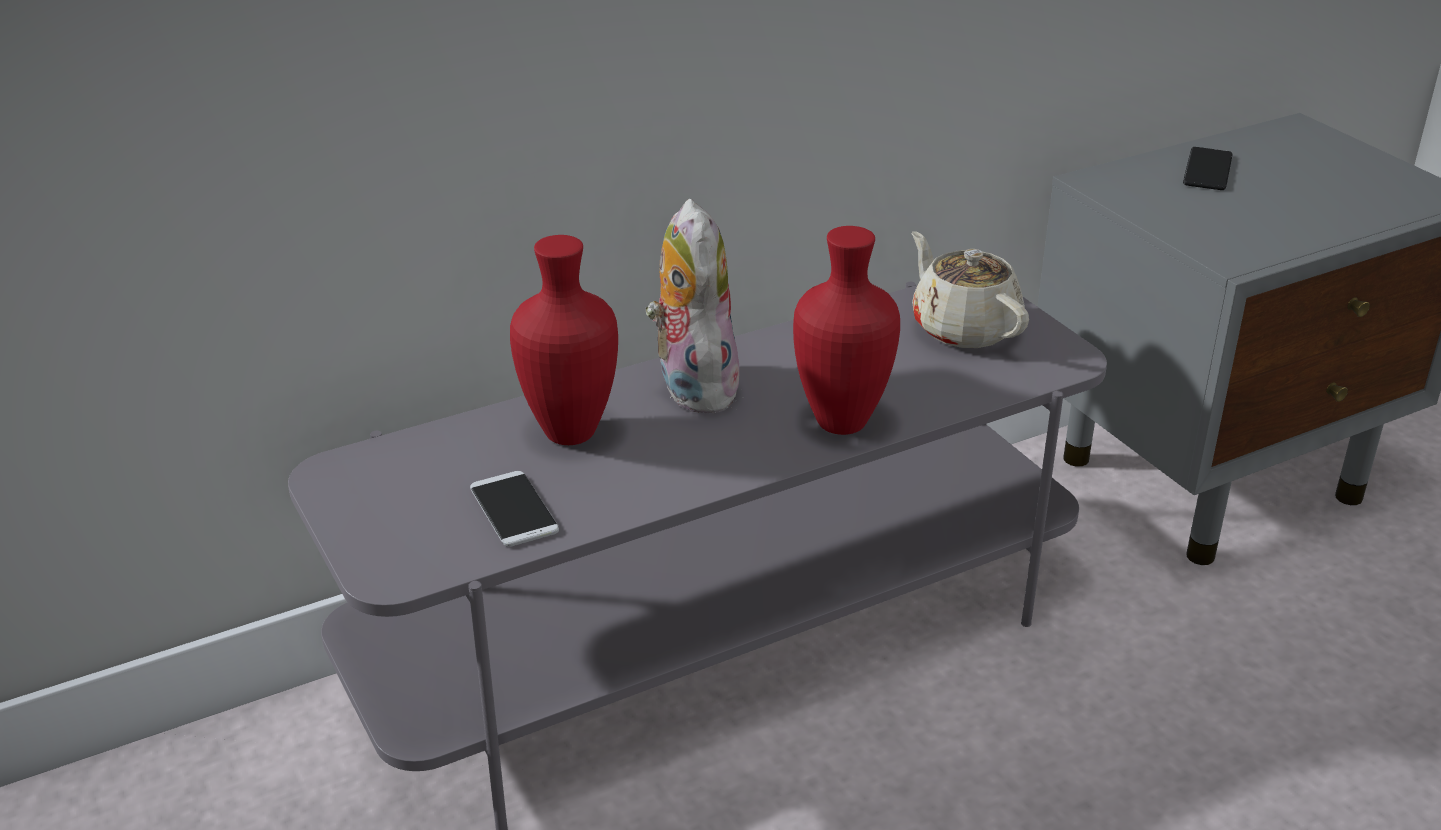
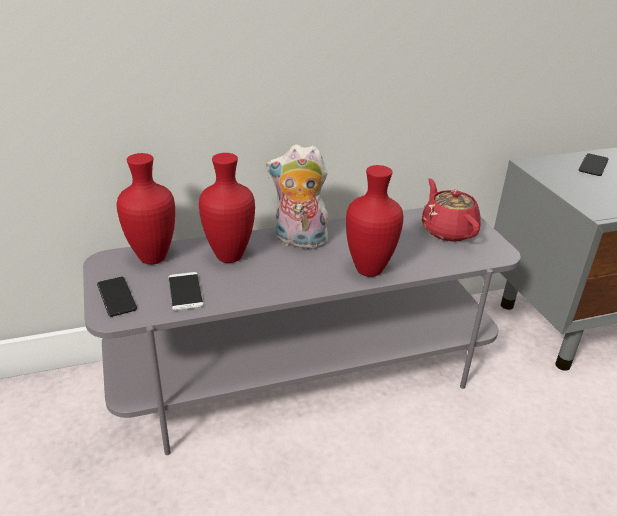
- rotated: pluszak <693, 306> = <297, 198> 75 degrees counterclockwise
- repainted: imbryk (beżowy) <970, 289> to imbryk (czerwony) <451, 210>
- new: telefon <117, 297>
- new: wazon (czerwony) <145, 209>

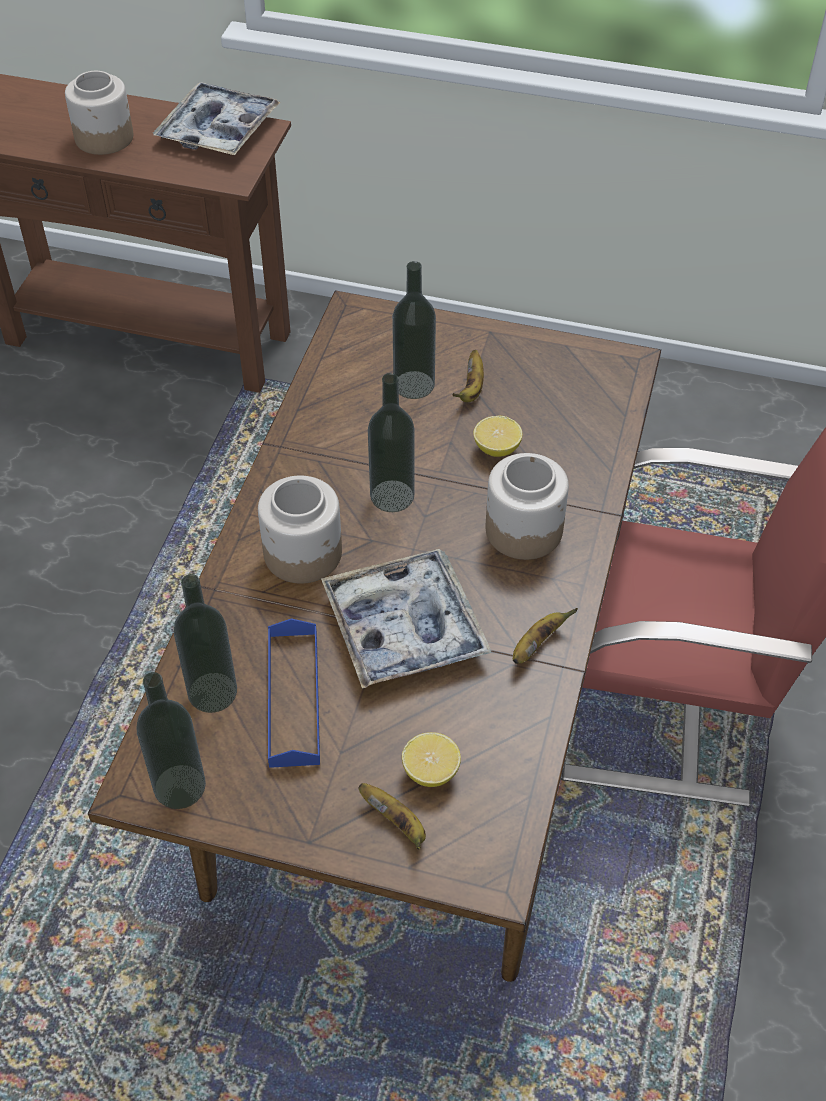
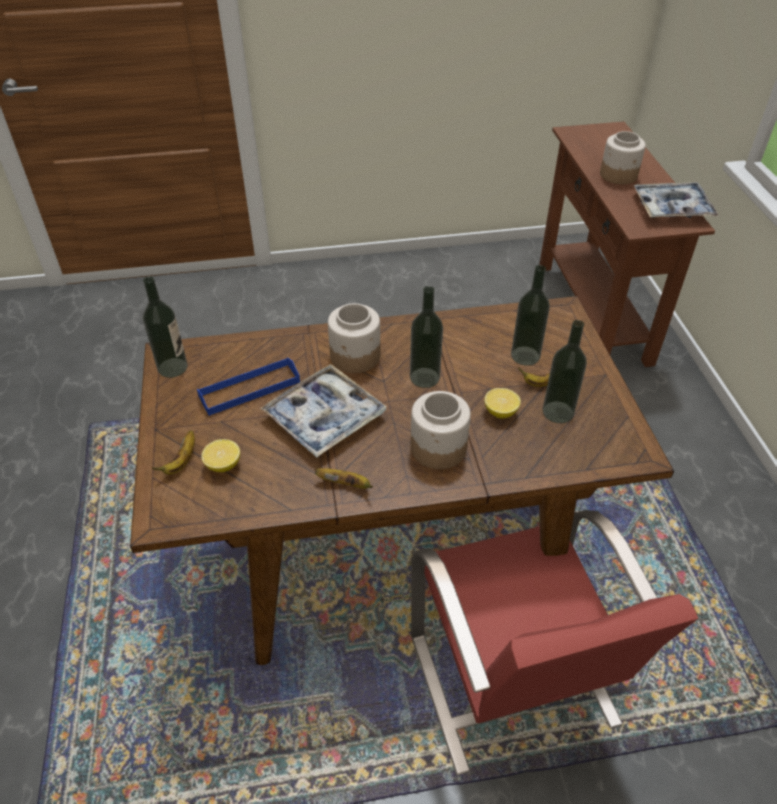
- shifted: butelka <205, 643> to <565, 371>

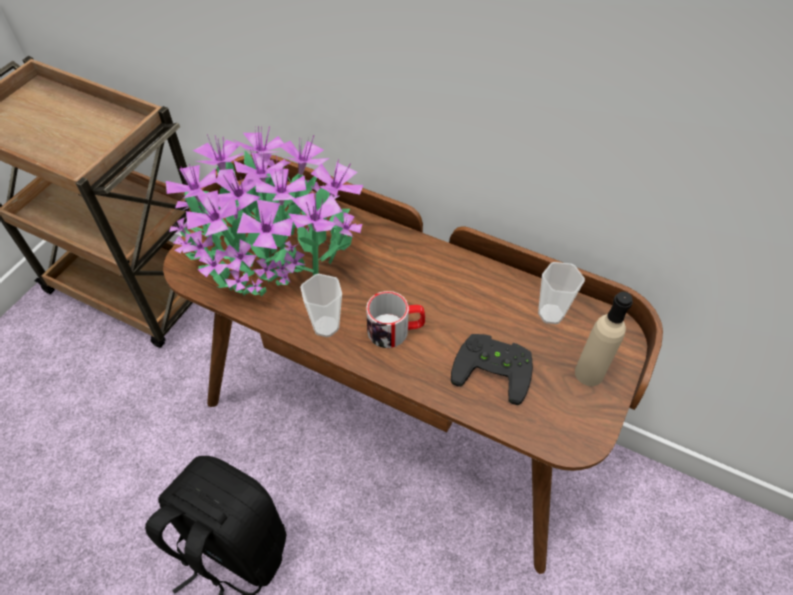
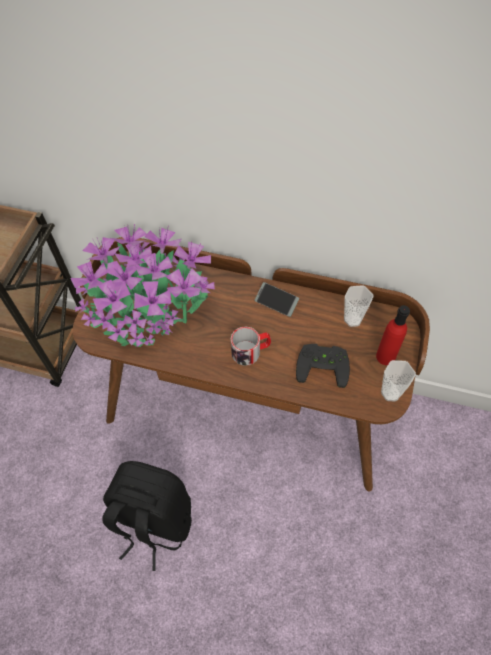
- shifted: filiżanka <321, 305> to <398, 380>
- repainted: butelka (beżowy) <604, 339> to butelka (czerwony) <393, 335>
- new: telefon <277, 299>

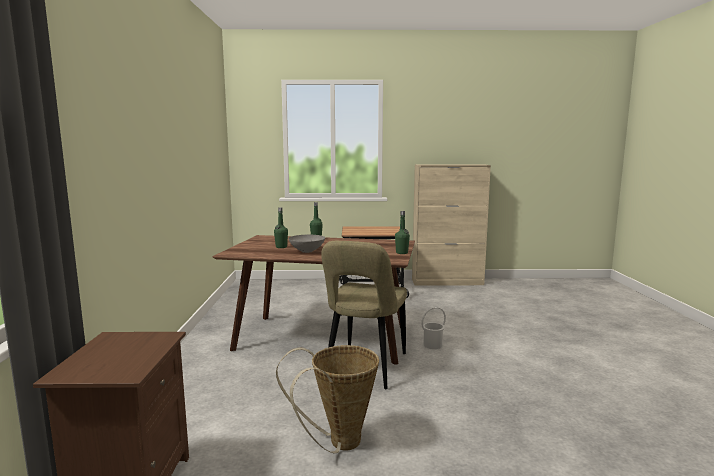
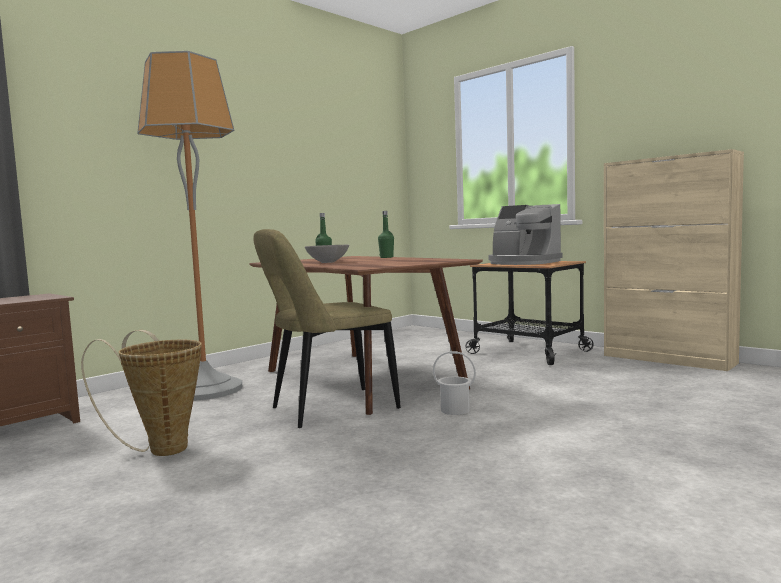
- gone: butelka (zielony) <402, 232>
- new: lampa stojąca <189, 226>
- new: ekspres do kawy <525, 234>

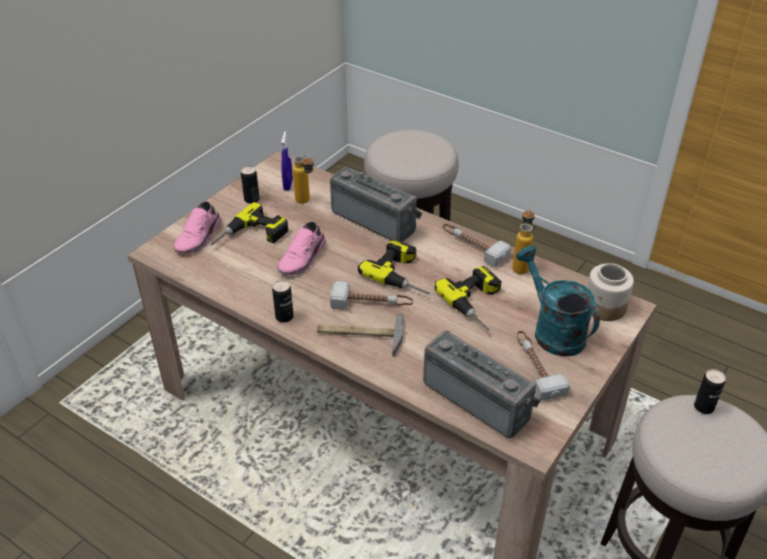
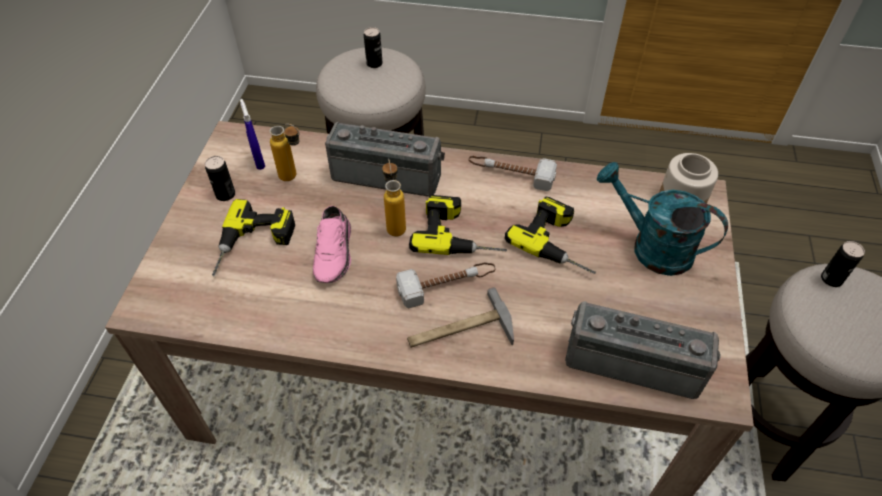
- gone: but (różowy) <197, 227>
- shifted: puszka <283, 301> to <373, 47>
- shifted: butelka <523, 240> to <394, 198>
- gone: młotek <543, 366>

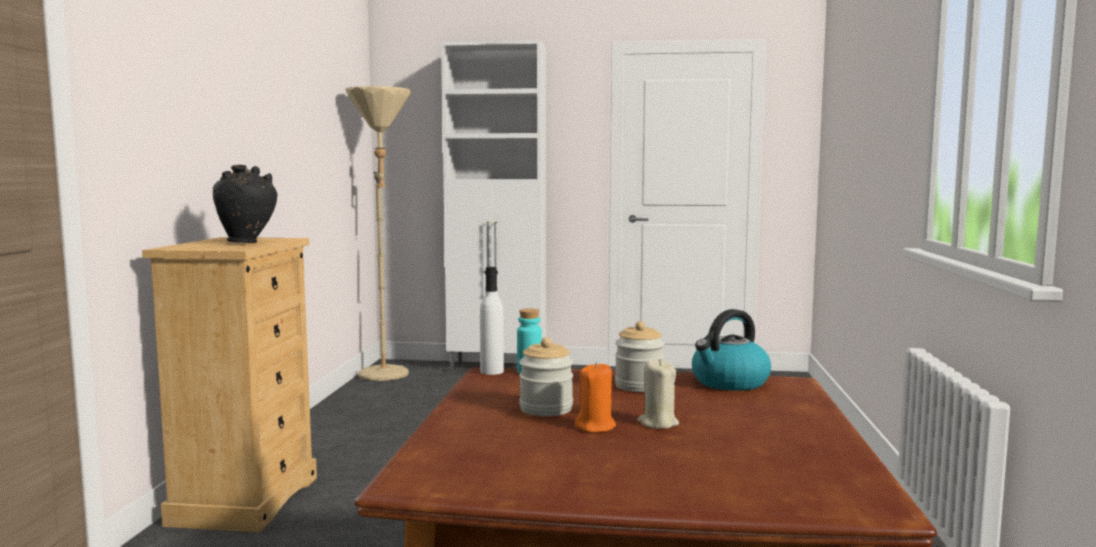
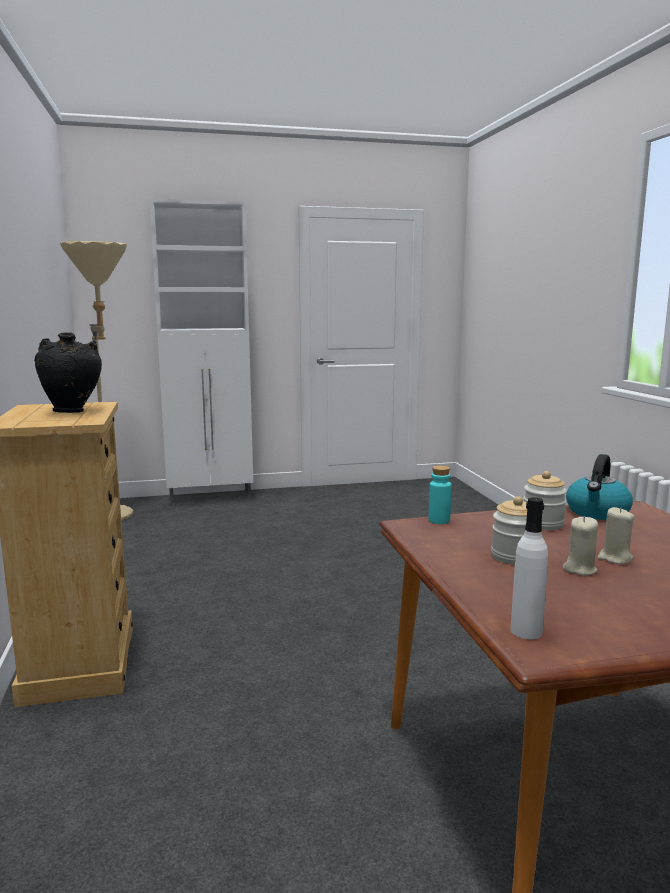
- shifted: butelka (biały) <492, 321> to <529, 568>
- repainted: świeca (pomarańczowy) <595, 397> to świeca (beżowy) <580, 546>

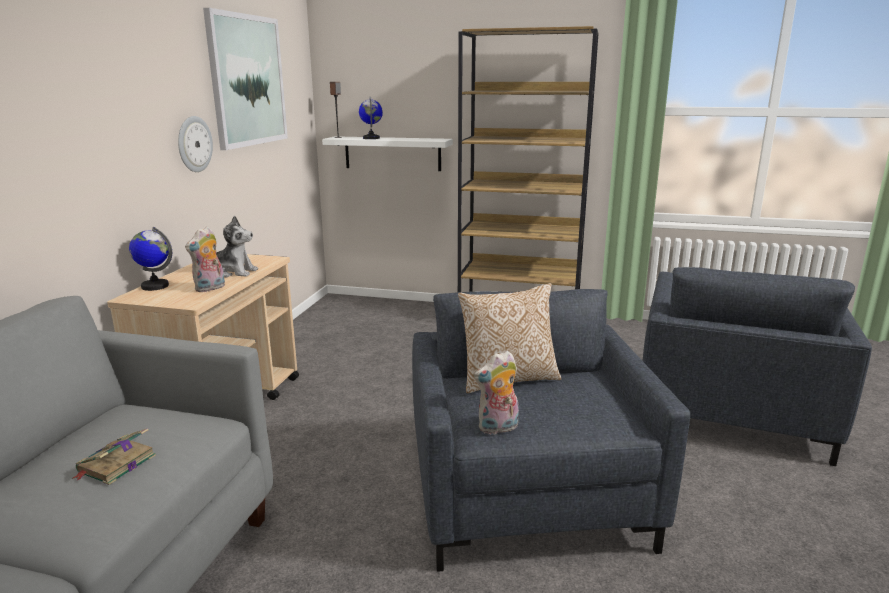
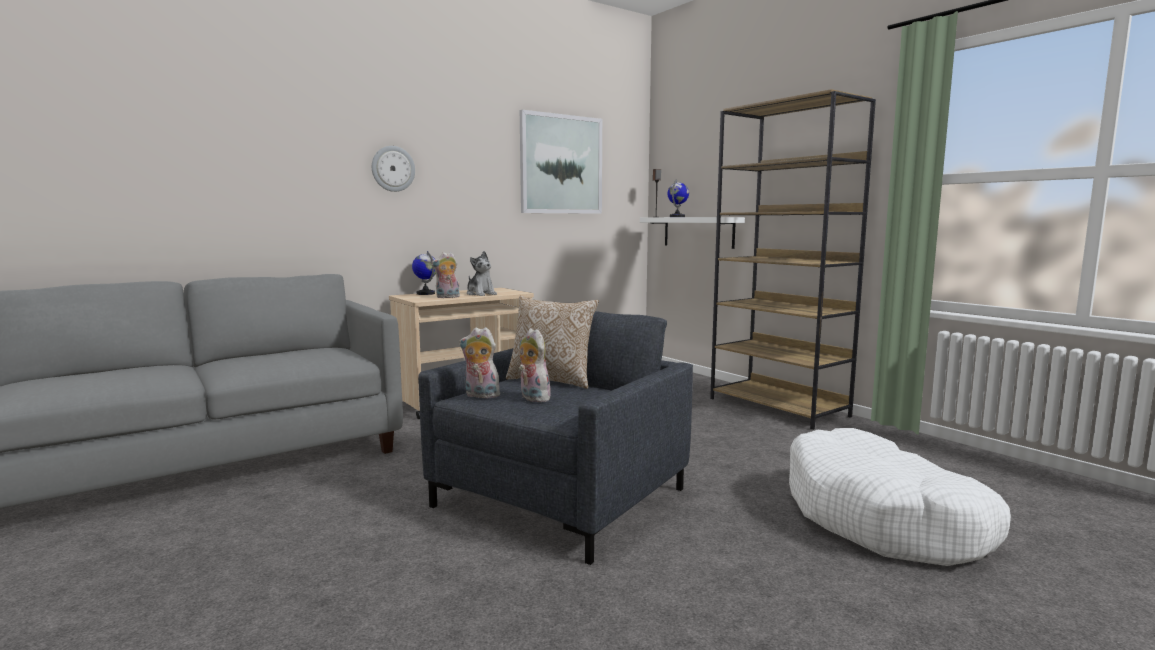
- gone: książka <114, 456>
- shifted: zegar ścienny <195, 144> to <393, 169>
- swapped: fotel (szary) <757, 366> to legowisko (biały) <900, 497>
- new: pluszak <535, 365>

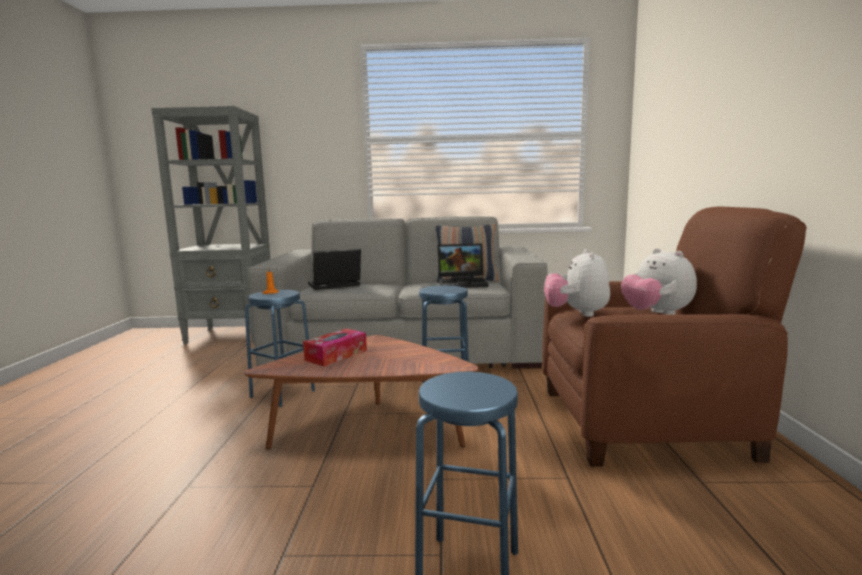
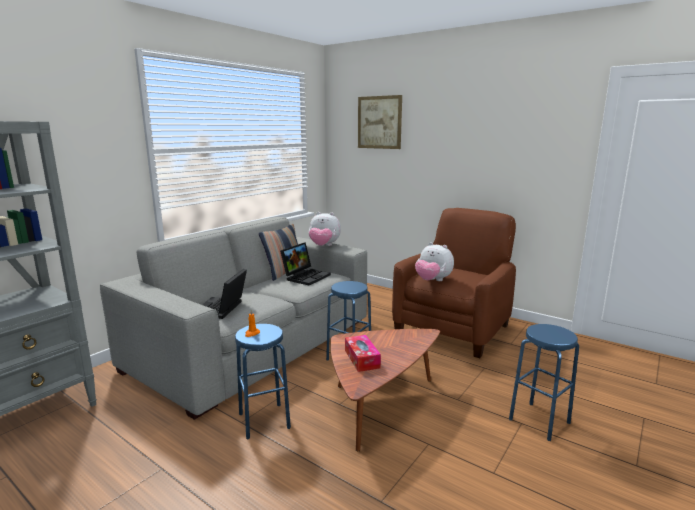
- shifted: pluszak <659, 281> to <325, 229>
- new: obraz <380, 122>

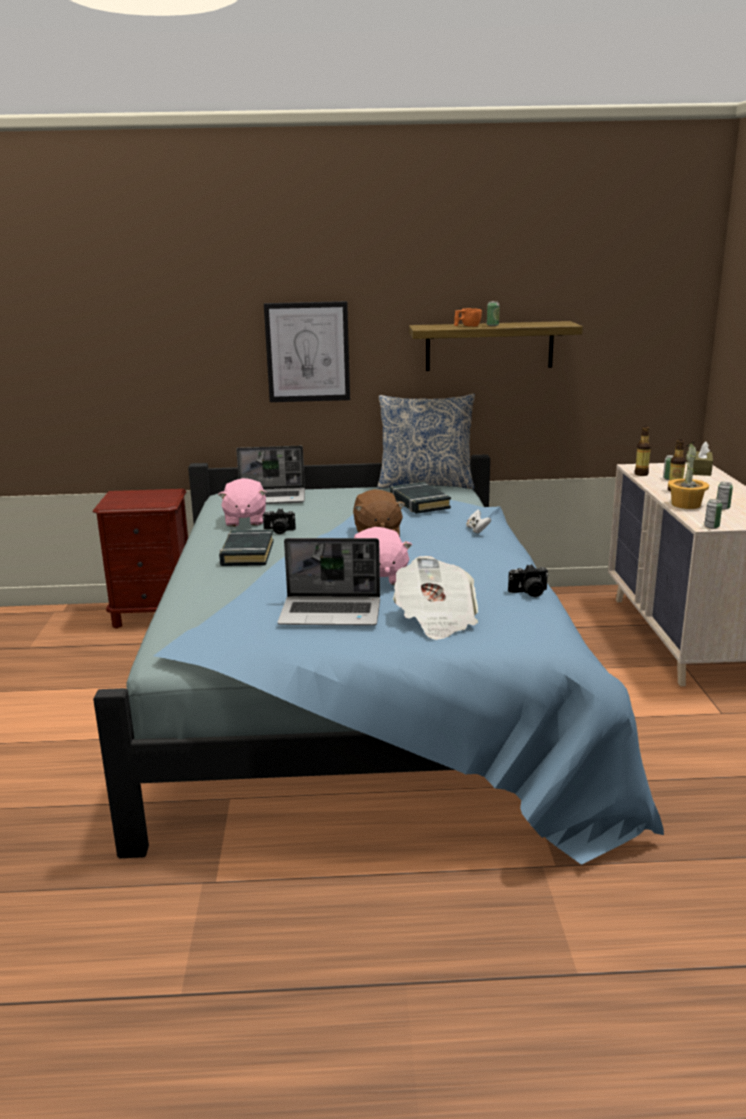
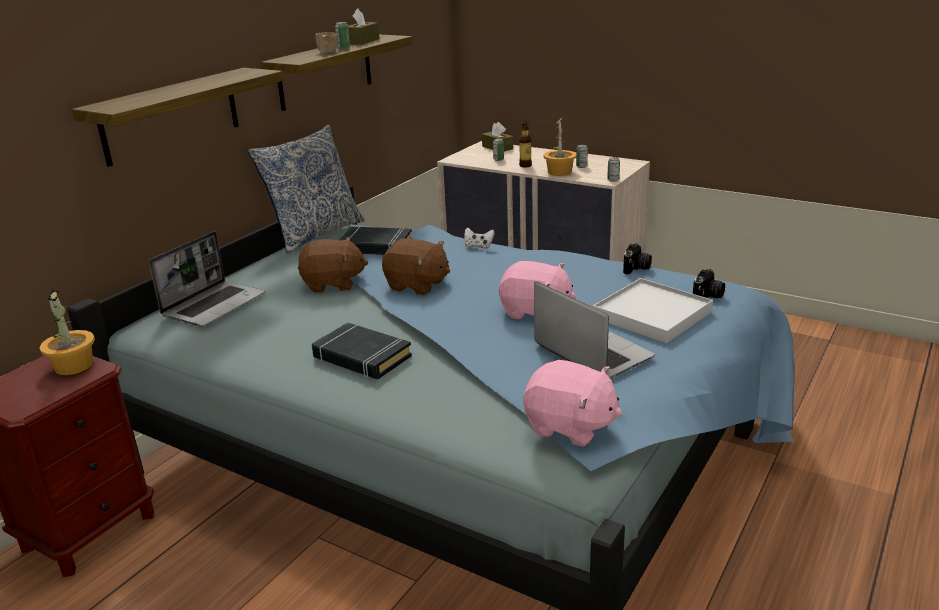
- shifted: pluszak (różowy) <242, 502> to <572, 403>
- shifted: aparat fotograficzny <279, 521> to <709, 283>
- swapped: obraz <307, 351> to półka <177, 117>
- rotated: laptop <329, 582> = <594, 330> 75 degrees counterclockwise
- swapped: gazeta <435, 598> to taca (biały) <653, 310>
- repainted: filiżanka (pomarańczowy) <468, 317> to filiżanka (beżowy) <327, 43>
- gone: butelka <643, 451>
- new: roślina doniczkowa <67, 332>
- new: pluszak (brązowy) <333, 265>
- new: pudełko chusteczek (brązowy) <363, 27>

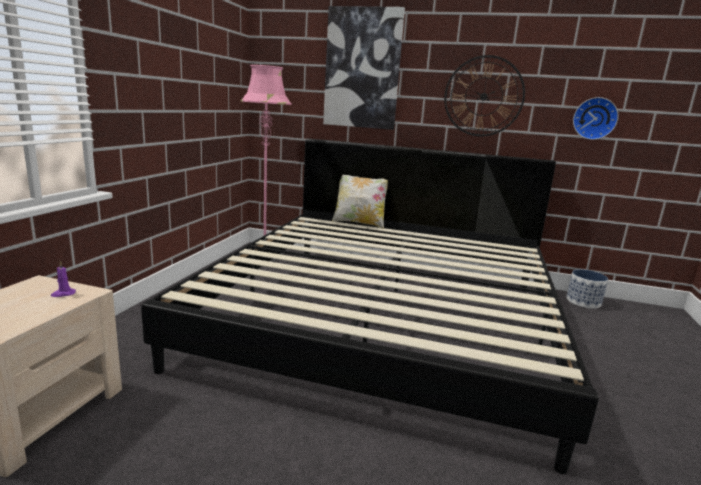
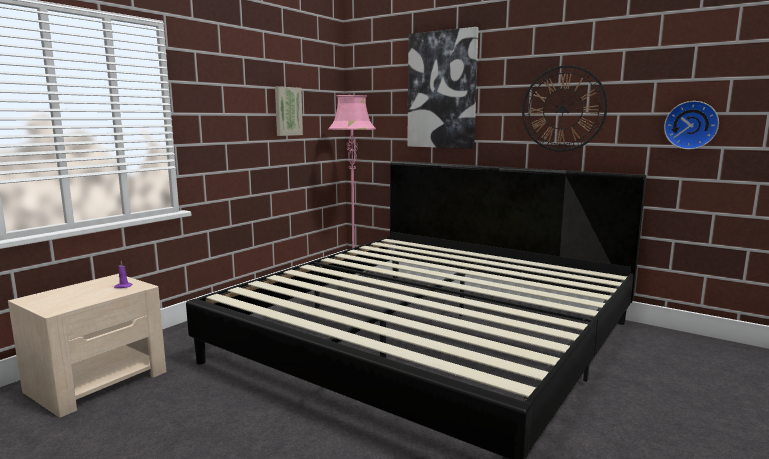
- gone: poduszka <360, 202>
- gone: donica <587, 288>
- new: obraz <289, 111>

